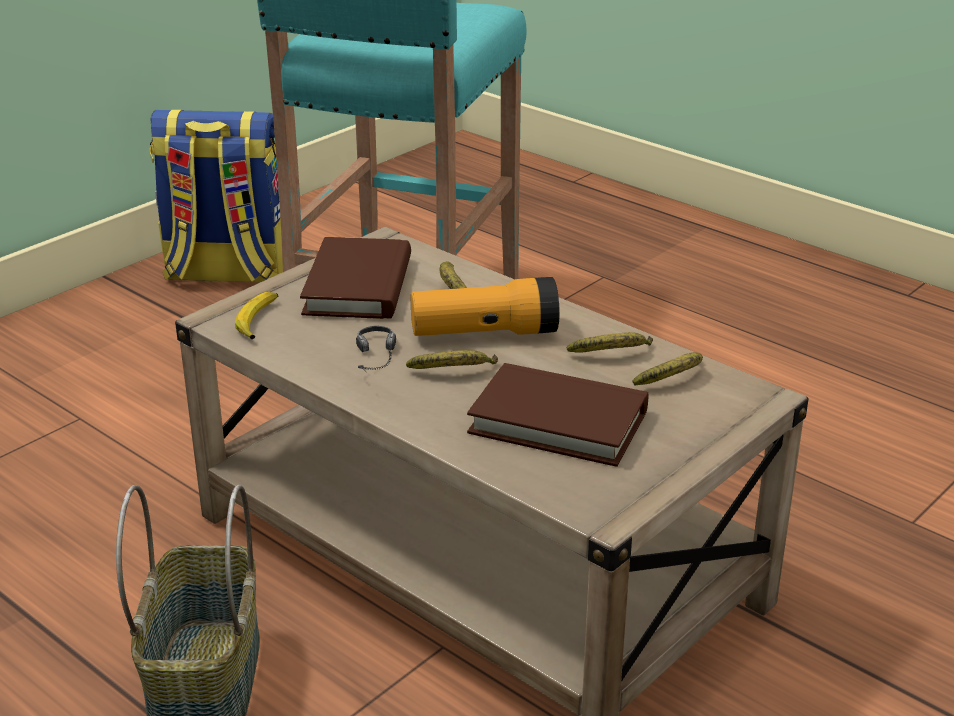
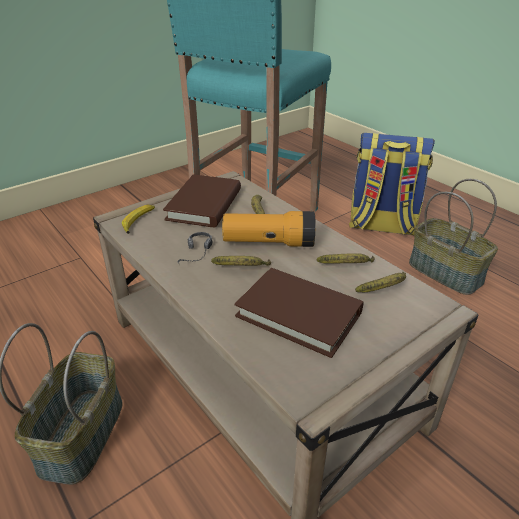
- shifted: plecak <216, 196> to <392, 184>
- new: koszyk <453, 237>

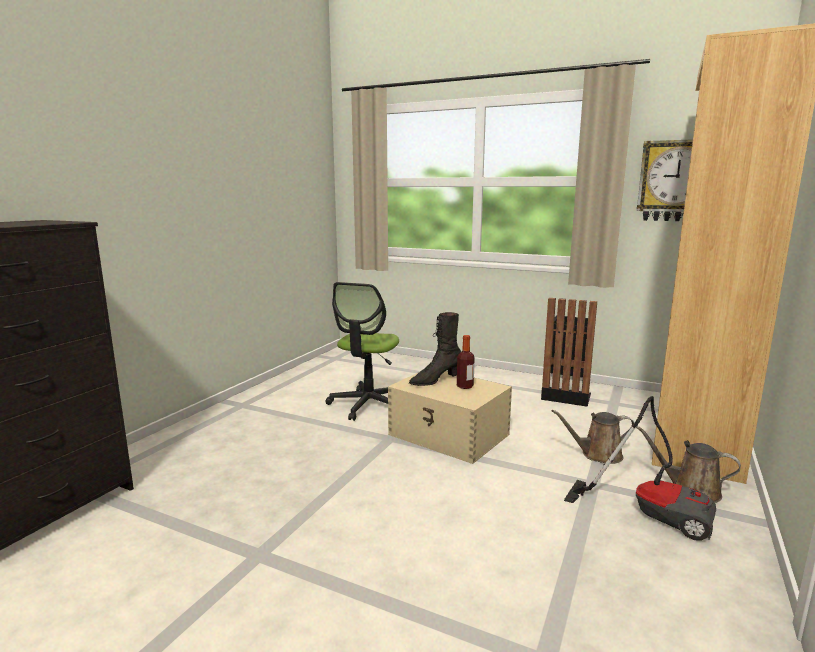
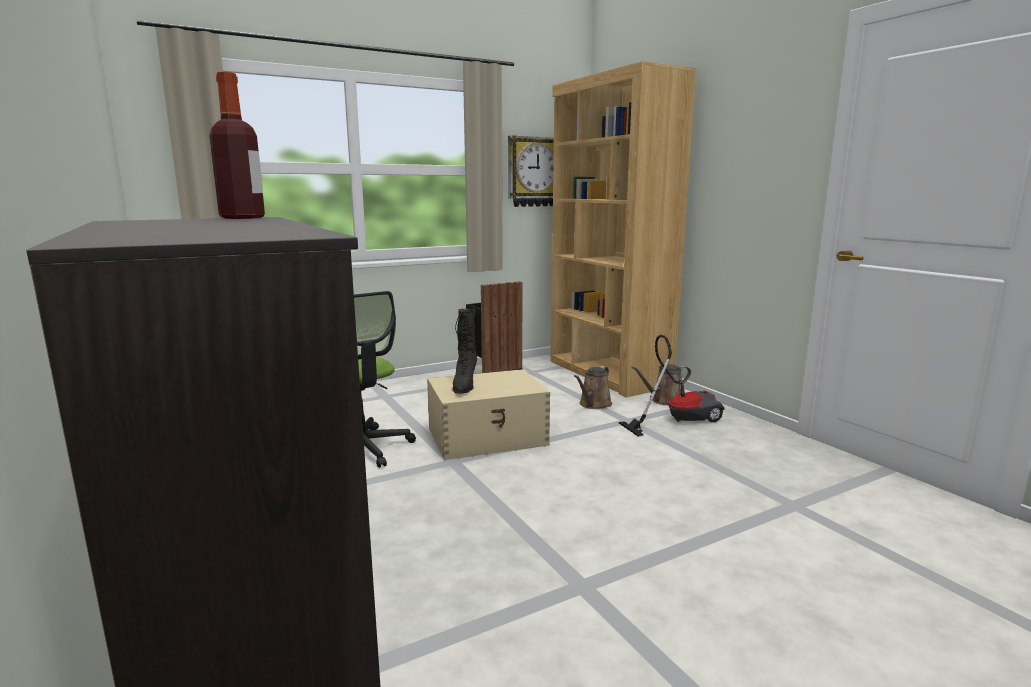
- shifted: butelka <466, 362> to <237, 145>

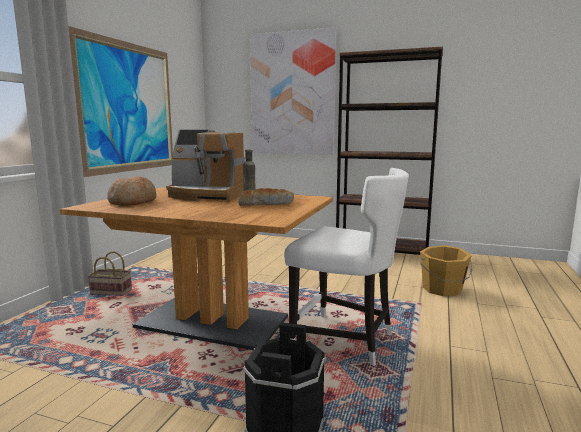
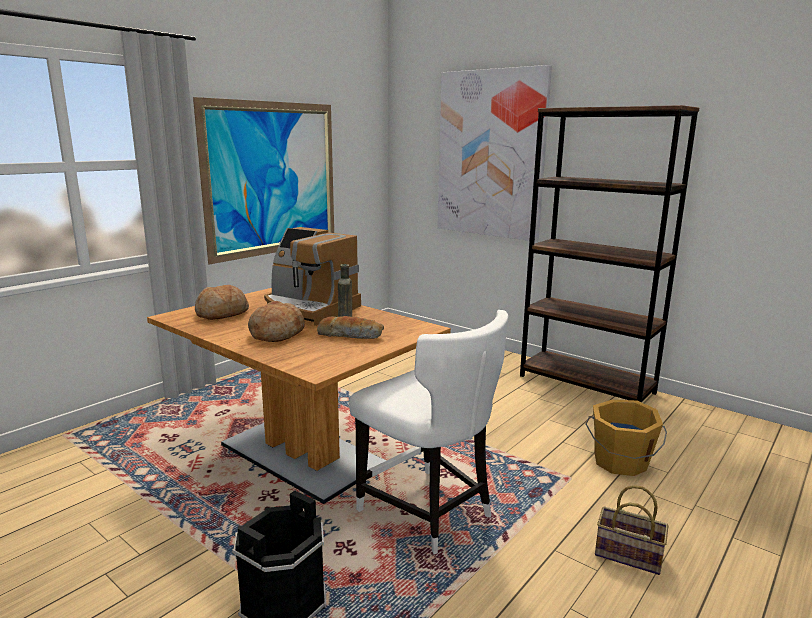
- shifted: koszyk <110, 273> to <631, 530>
- new: chleb <276, 321>

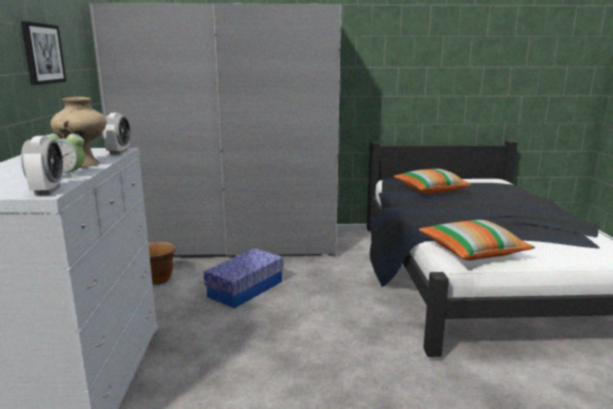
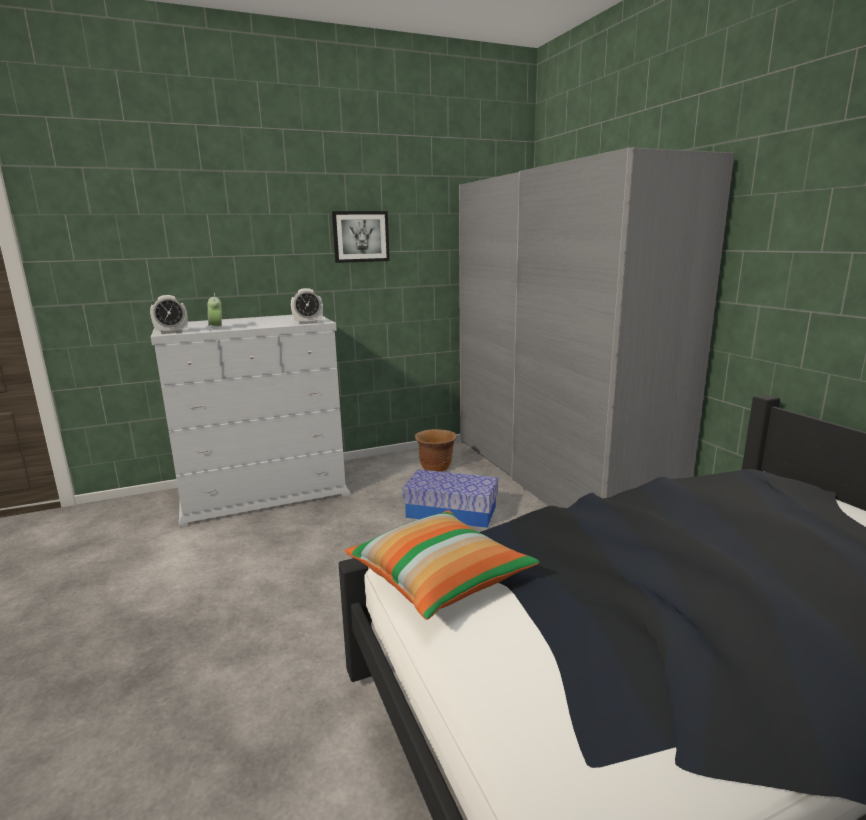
- gone: wazon (beżowy) <79, 132>
- gone: poduszka <433, 181>

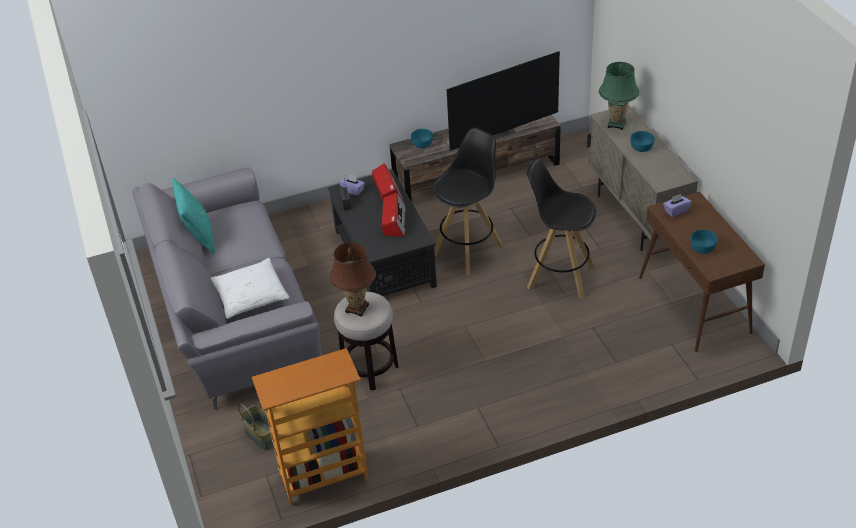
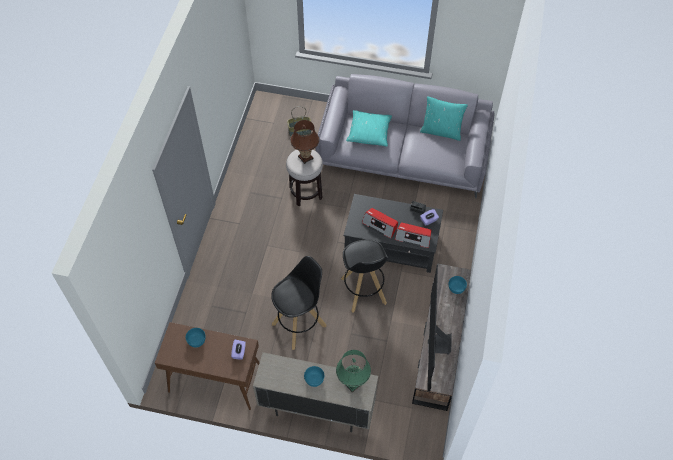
- repainted: poduszka (biały) <250, 288> to poduszka (turkusowy) <369, 128>
- gone: regał <310, 427>

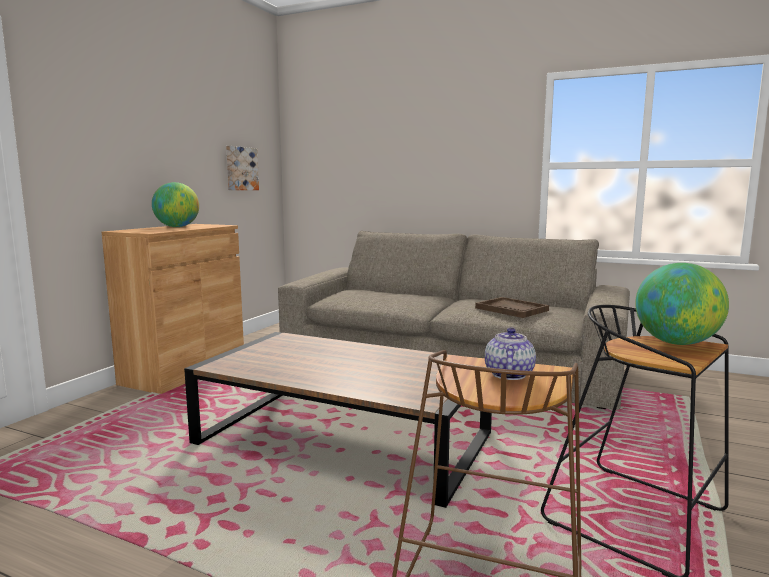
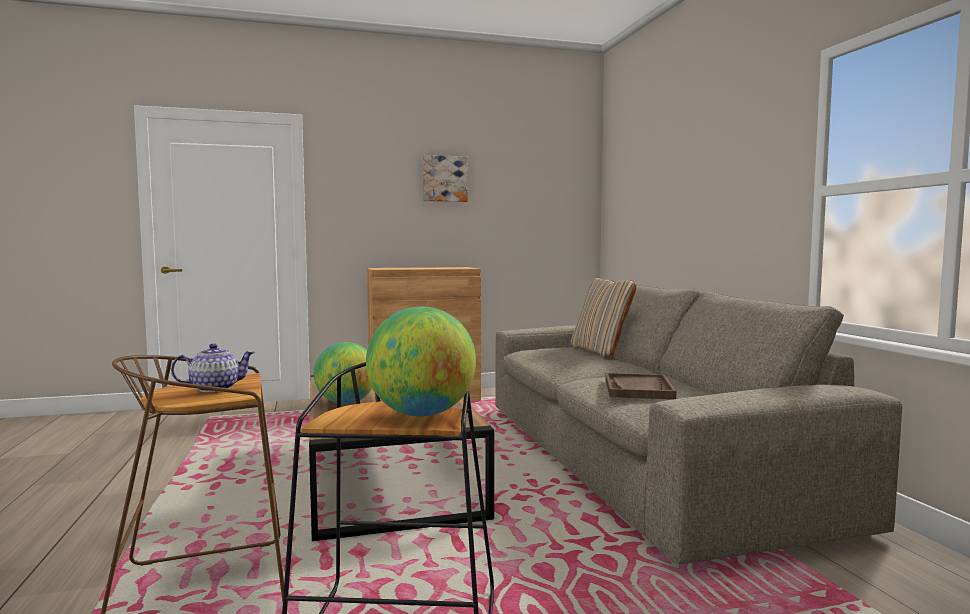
- shifted: globus <175, 204> to <343, 373>
- shifted: obraz <242, 168> to <445, 178>
- new: poduszka (beżowy) <604, 318>

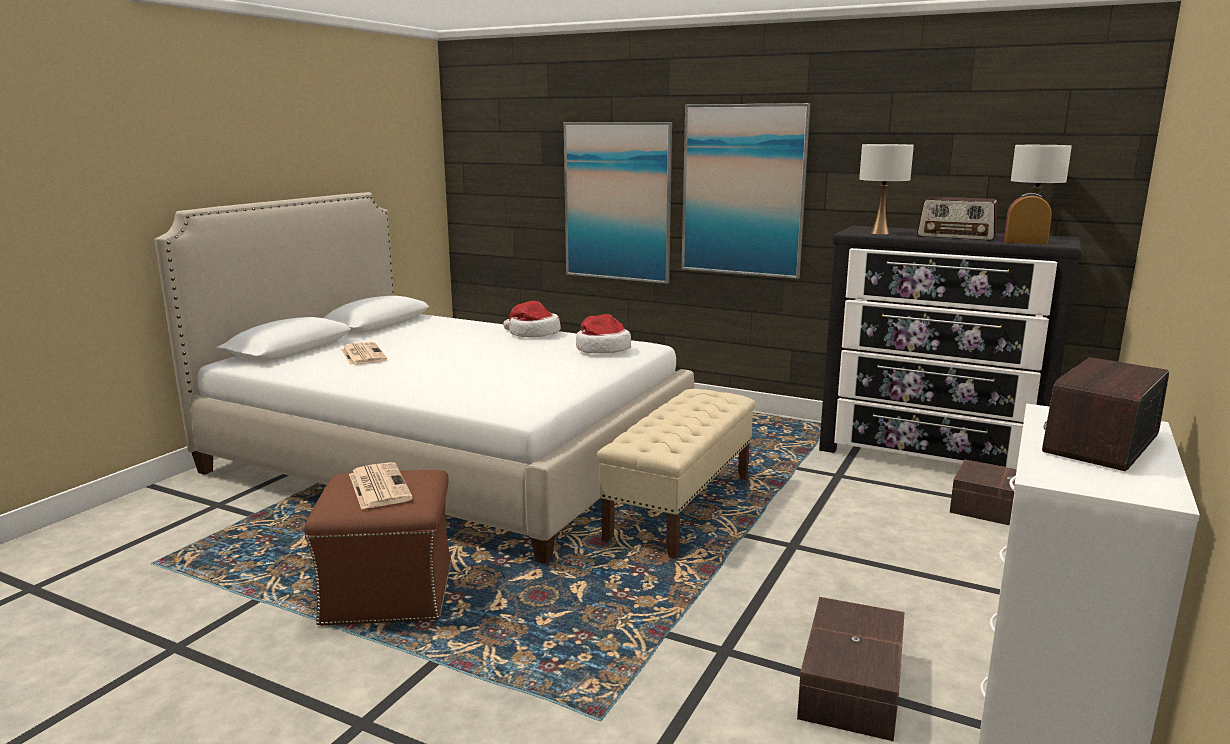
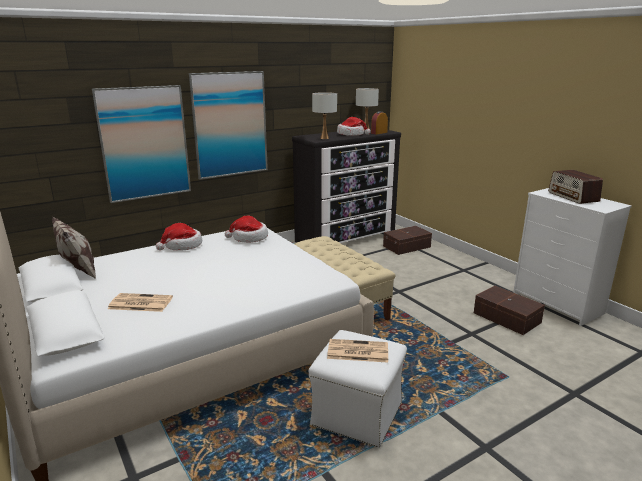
- repainted: pufa (brązowy) <378, 548> to pufa (biały) <358, 389>
- swapped: radio <957, 219> to kapelusz <354, 126>
- new: poduszka <74, 248>

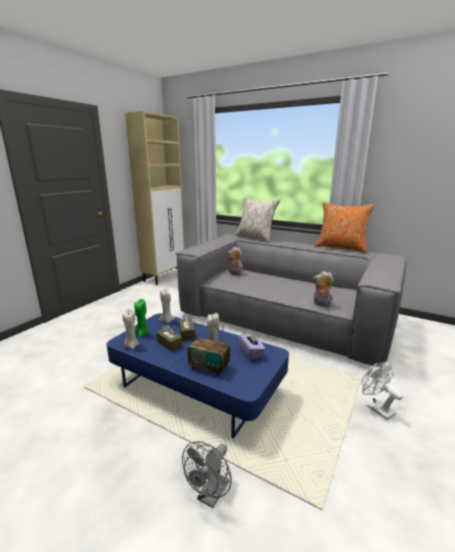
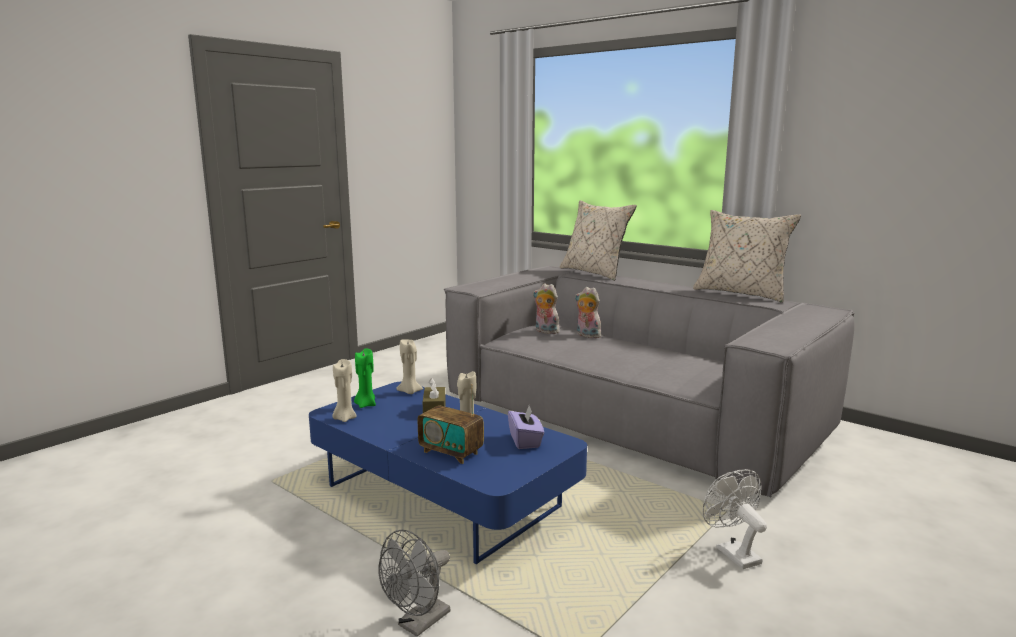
- gone: szafka (beżowy) <154, 198>
- gone: pudełko chusteczek (brązowy) <169, 338>
- shifted: pluszak <323, 289> to <588, 312>
- repainted: poduszka (pomarańczowy) <345, 227> to poduszka (beżowy) <747, 256>

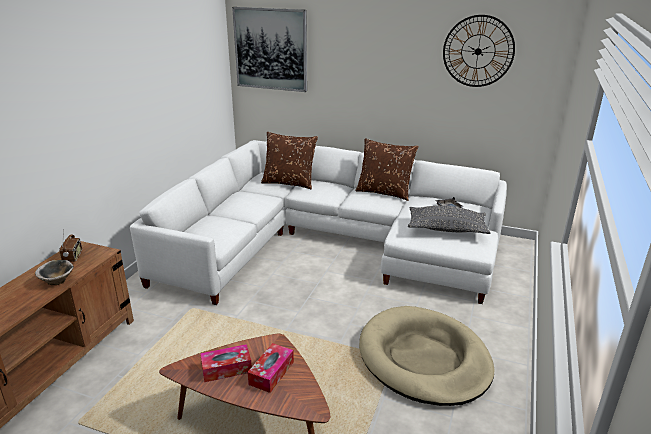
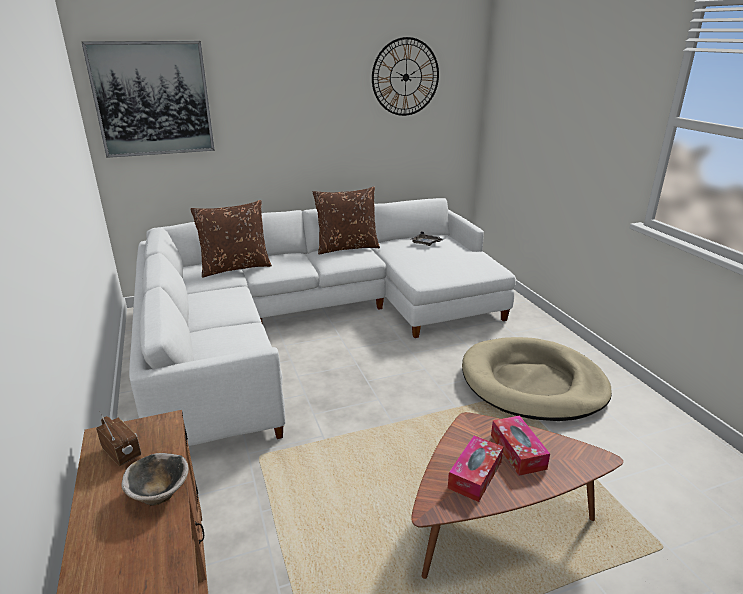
- gone: poduszka (szary) <449, 220>

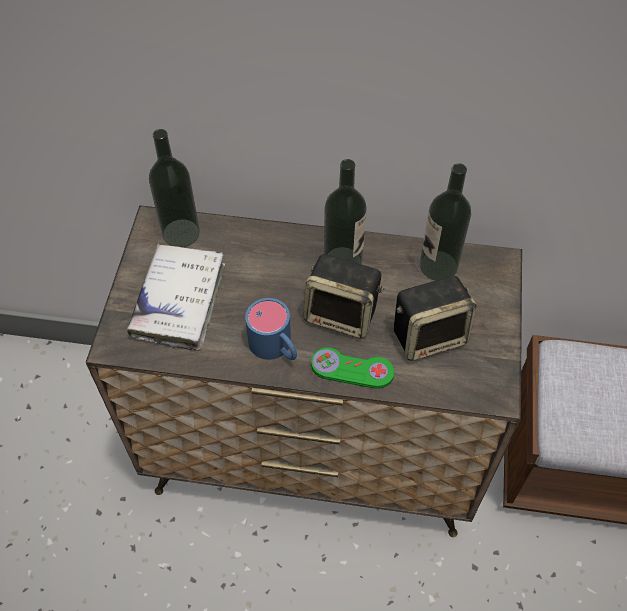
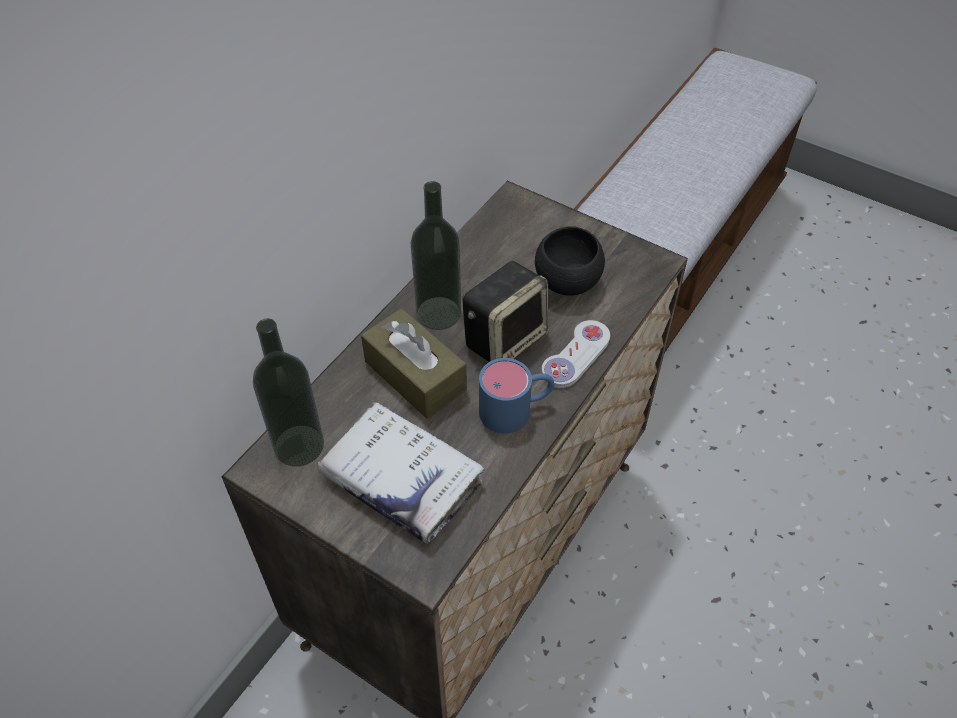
- repainted: pad do gier (zielony) <352, 368> to pad do gier (biały) <575, 354>
- swapped: głośnik <435, 318> to miska (czarny) <570, 260>
- gone: butelka <445, 222>
- new: pudełko chusteczek (brązowy) <414, 363>

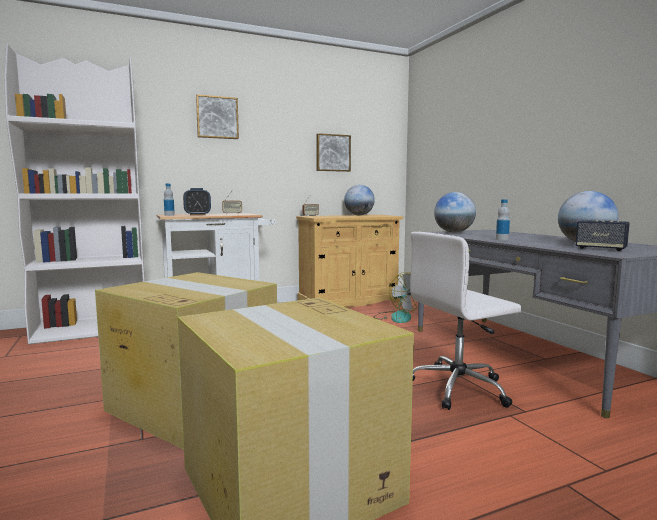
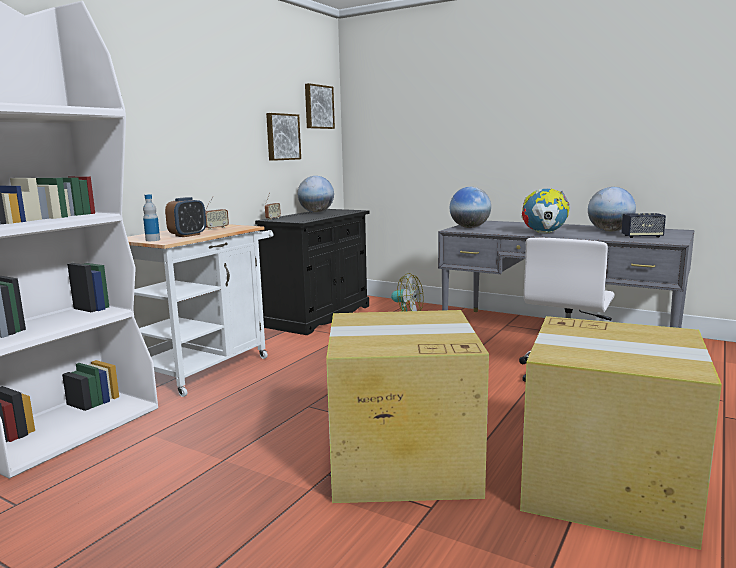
- shifted: obraz <217, 116> to <320, 106>
- repainted: szafka (beżowy) <349, 261> to szafka (czarny) <312, 272>
- swapped: butelka <503, 219> to globus <545, 211>

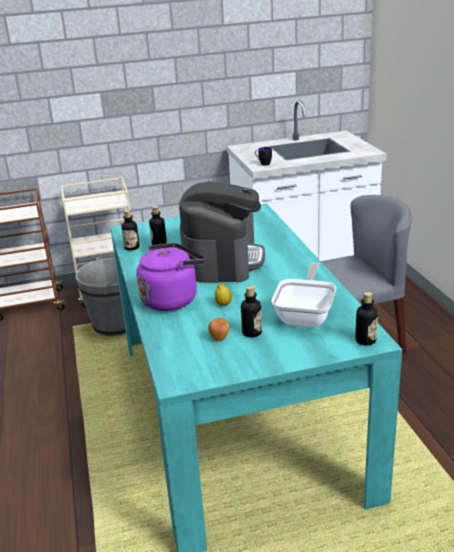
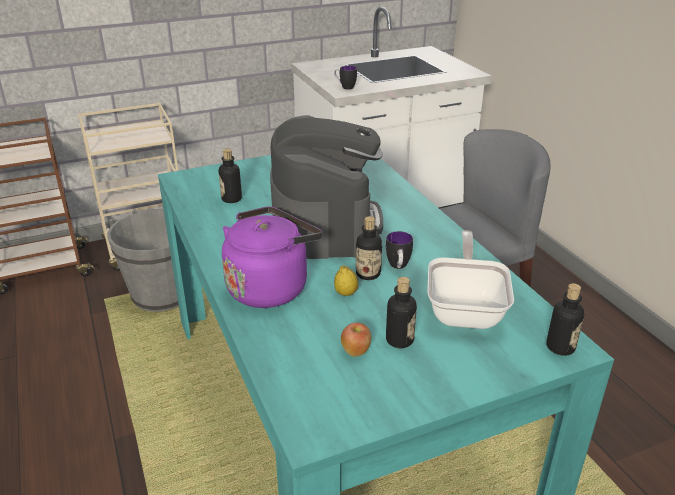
- shifted: butelka <130, 230> to <369, 248>
- new: kubek <399, 250>

